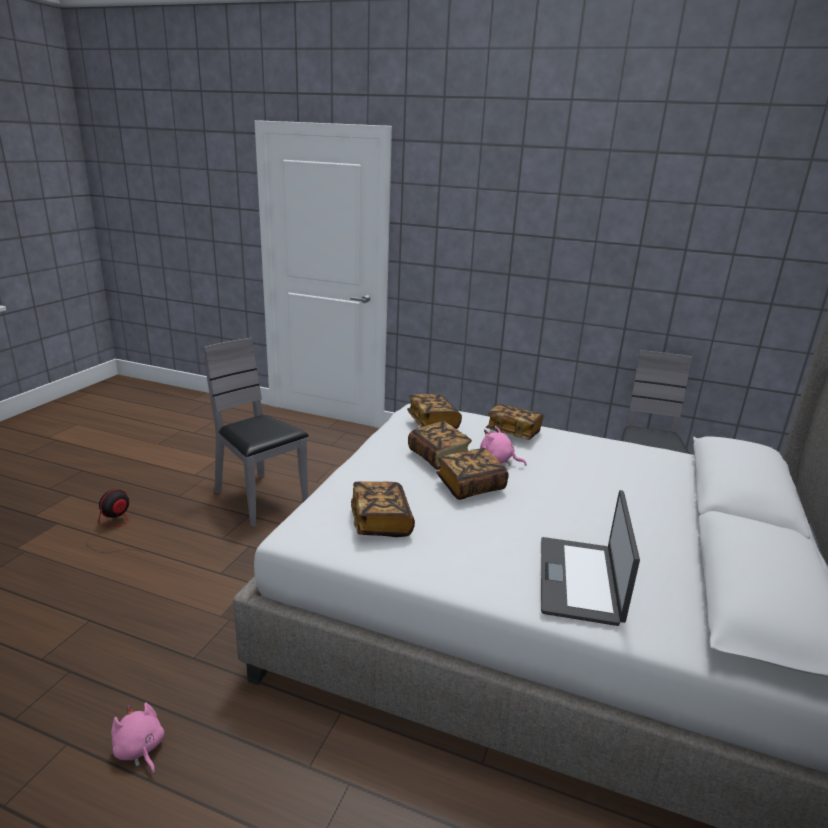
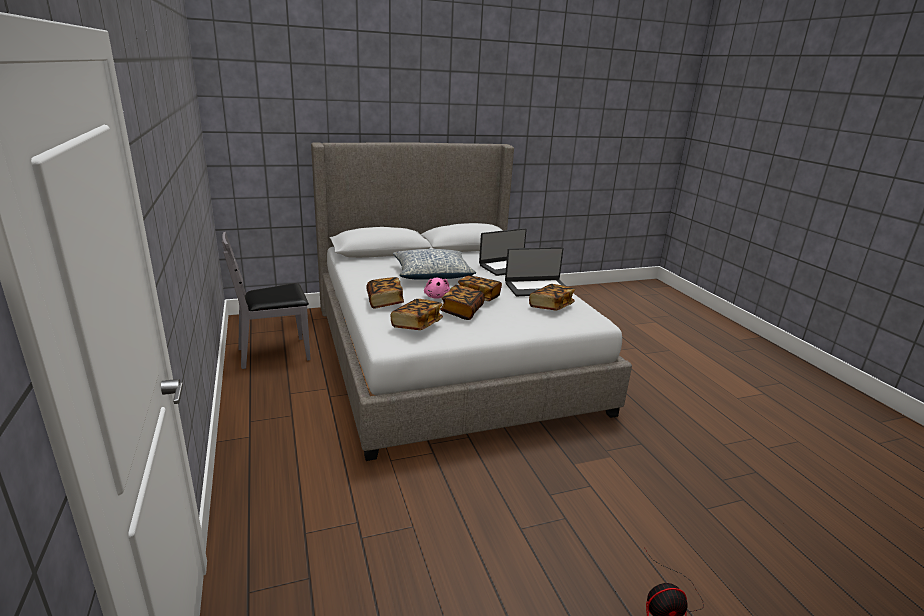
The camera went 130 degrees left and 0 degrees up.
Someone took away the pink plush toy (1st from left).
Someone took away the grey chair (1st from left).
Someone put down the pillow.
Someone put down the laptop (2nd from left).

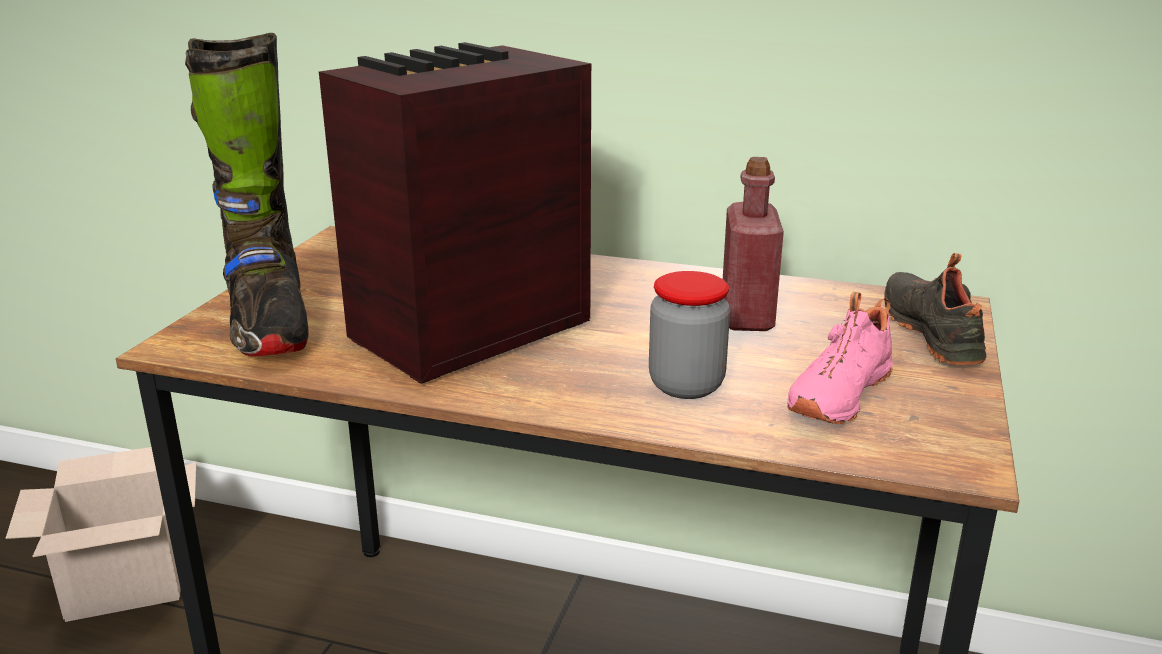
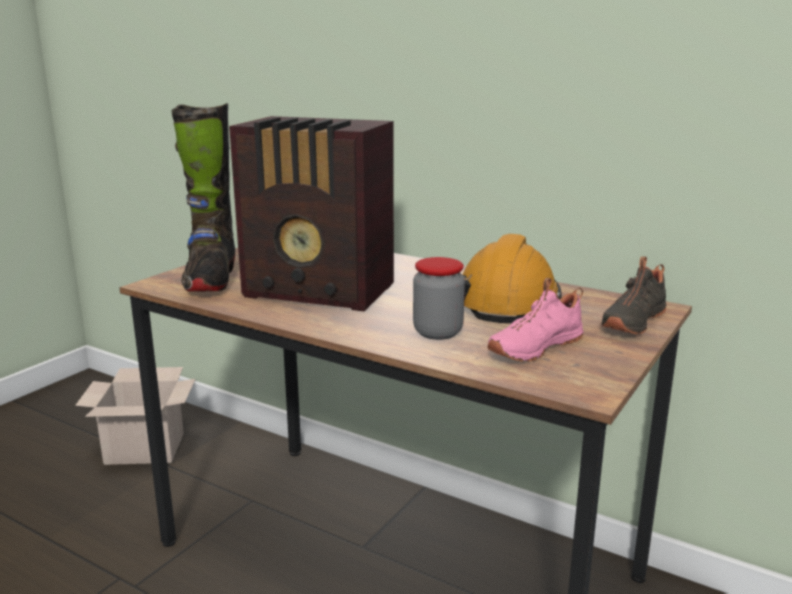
The camera went 15 degrees right and 5 degrees down.
Someone swapped the red bottle for the orange hard hat.
Someone rotated the radio by 135 degrees counterclockwise.
Someone rotated the black shoe by 150 degrees counterclockwise.

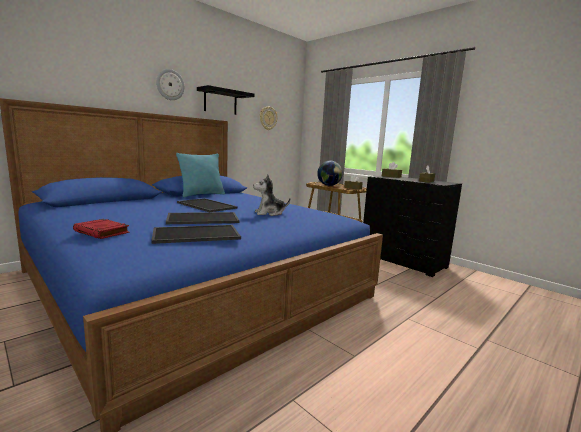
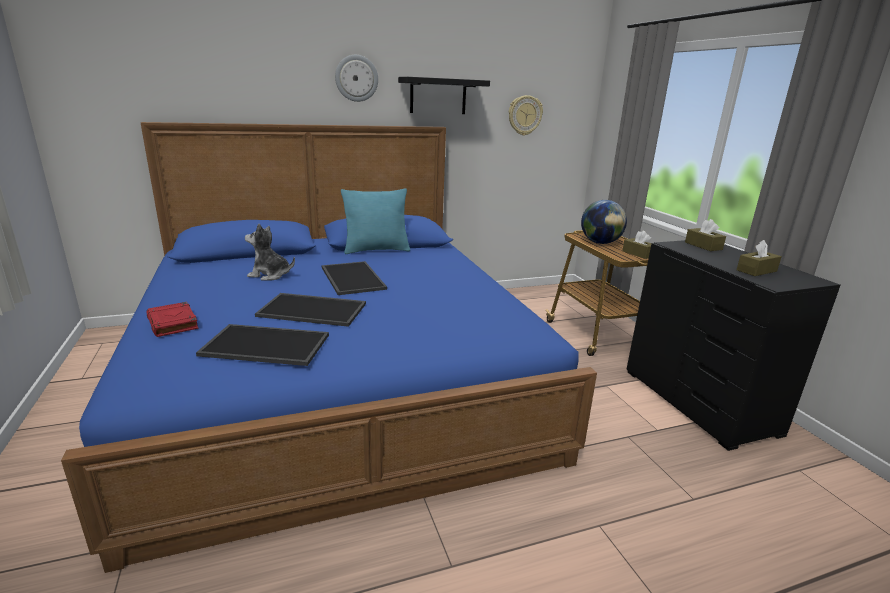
The camera went 25 degrees right and 10 degrees up.
Someone carried the plush toy.

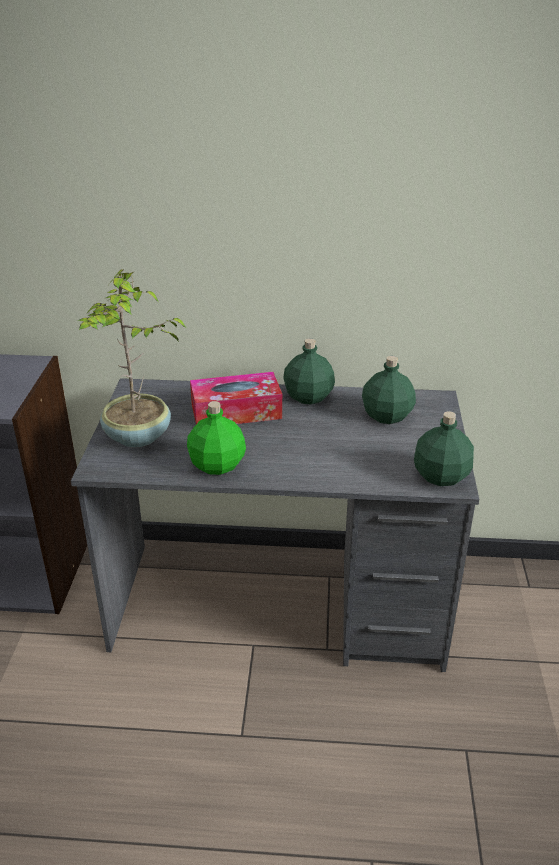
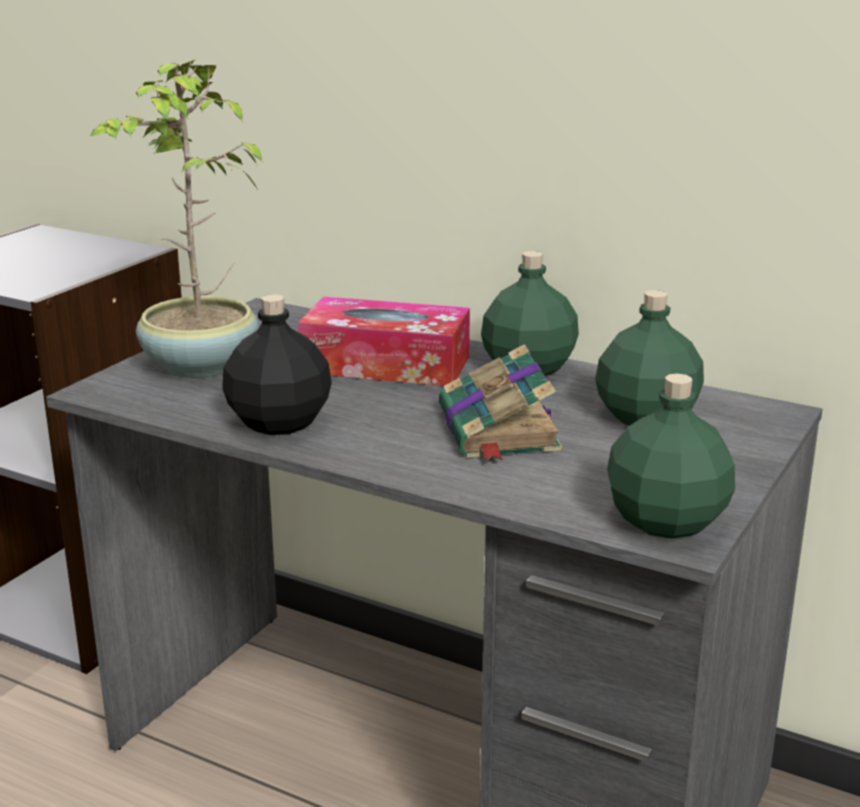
The camera went 25 degrees right and 10 degrees down.
Someone put down the book.
Someone repainted the green bottle (1st from left), which became the black bottle.

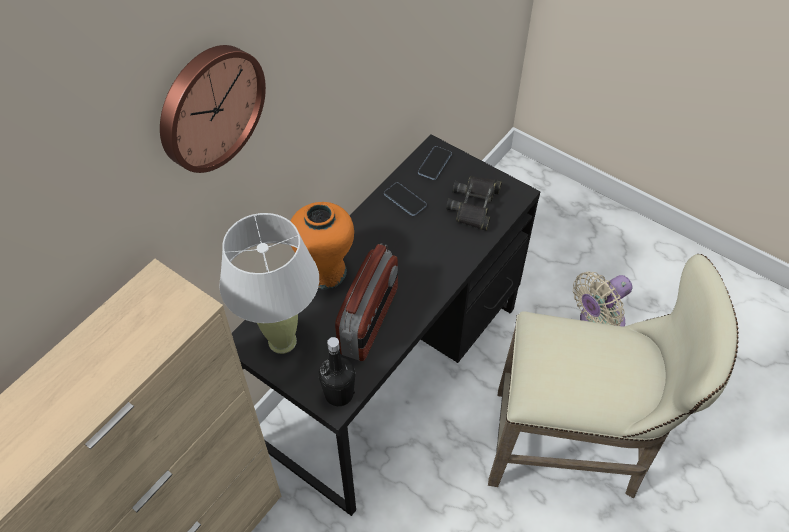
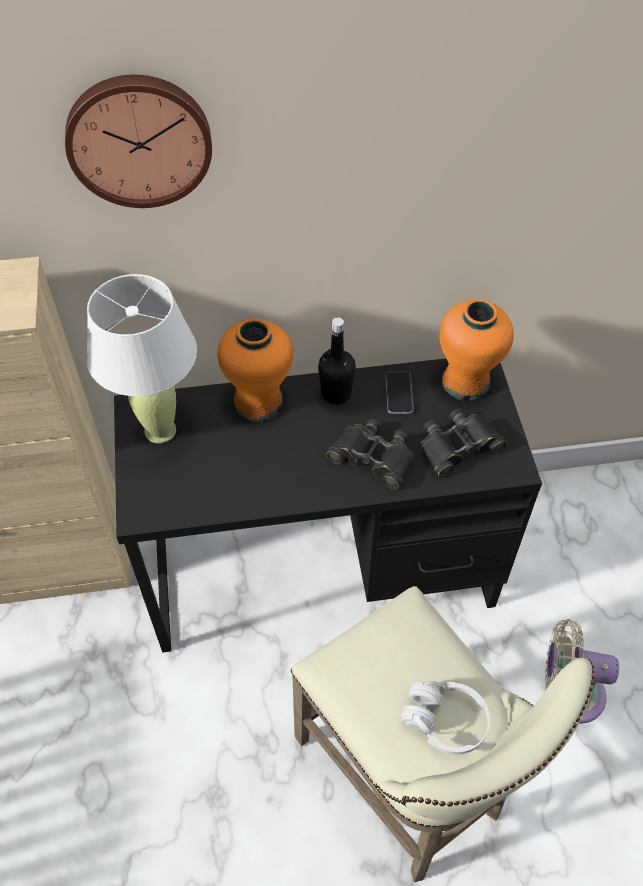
The camera went 45 degrees right and 0 degrees up.
Someone took away the radio.
Someone put down the black binoculars (1st from left).
Someone put down the white headphones.
Someone carried the black bottle.
Someone swapped the phone (2nd from left) for the orange vase (2nd from left).

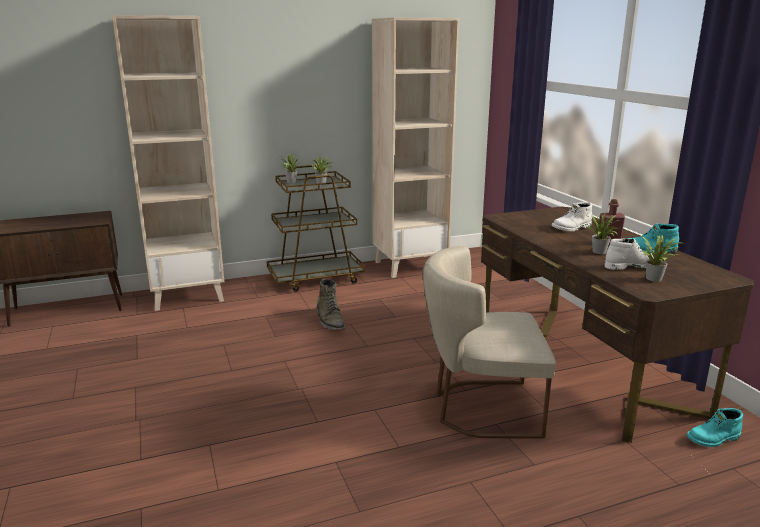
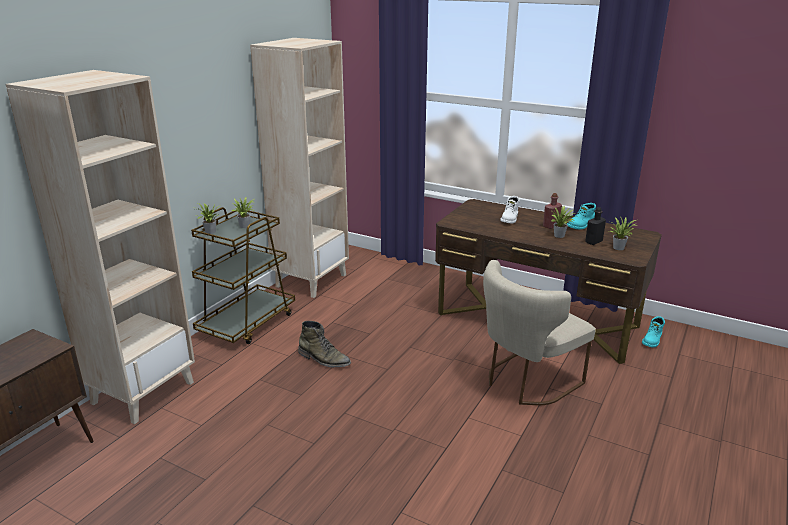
The camera went 40 degrees left and 5 degrees up.
Someone swapped the white boot (2nd from left) for the black bottle.

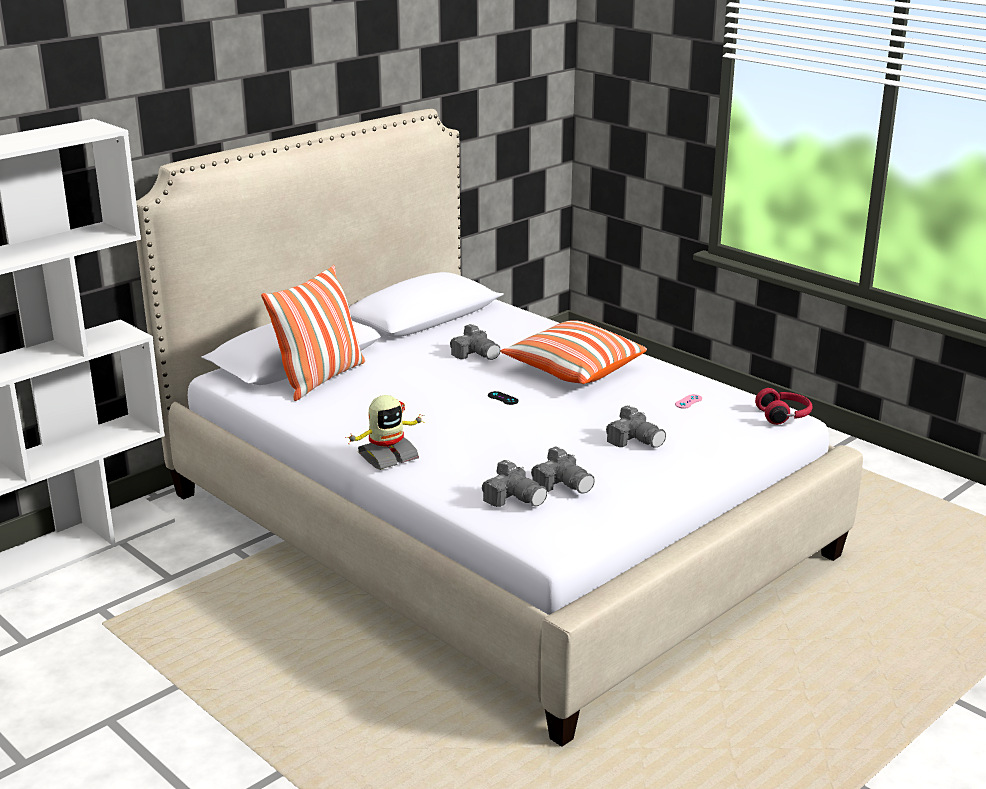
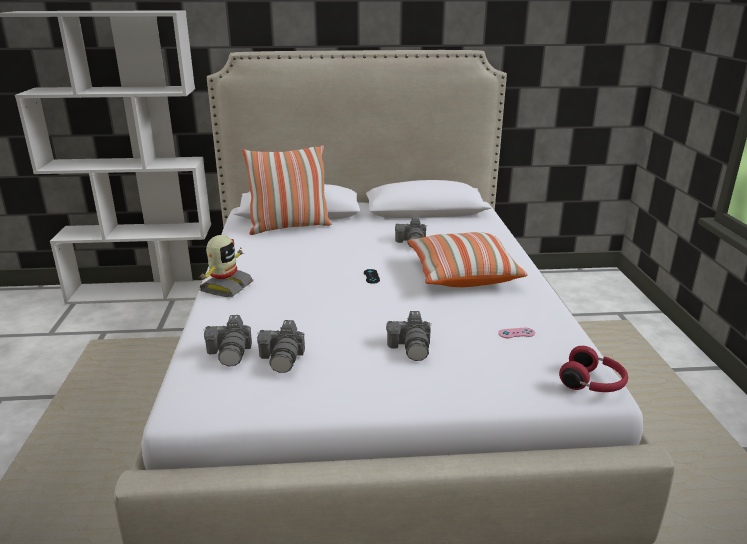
The camera went 40 degrees right and 0 degrees up.
Someone rotated the toy robot by 75 degrees counterclockwise.

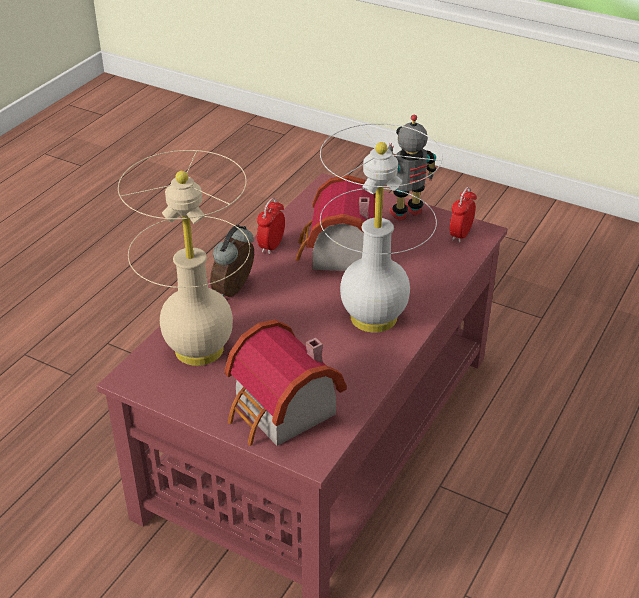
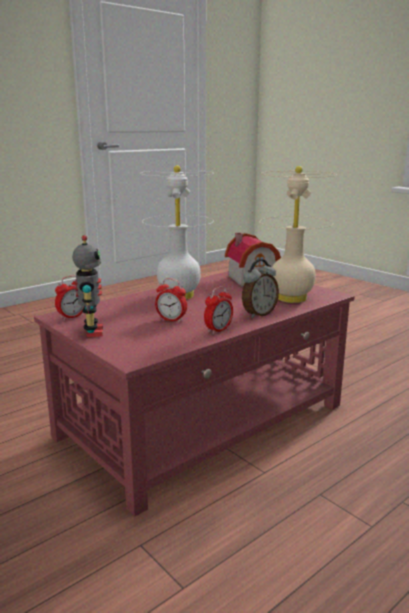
The camera went 160 degrees left and 20 degrees down.
Someone swapped the toy house (2nd from left) for the alarm clock (2nd from left).
Someone rotated the toy robot by 90 degrees counterclockwise.

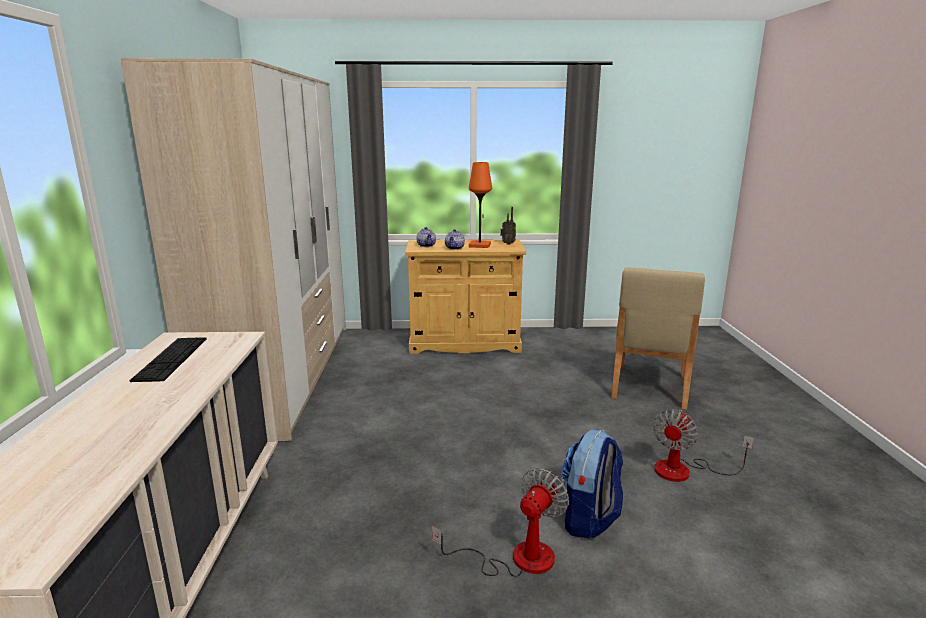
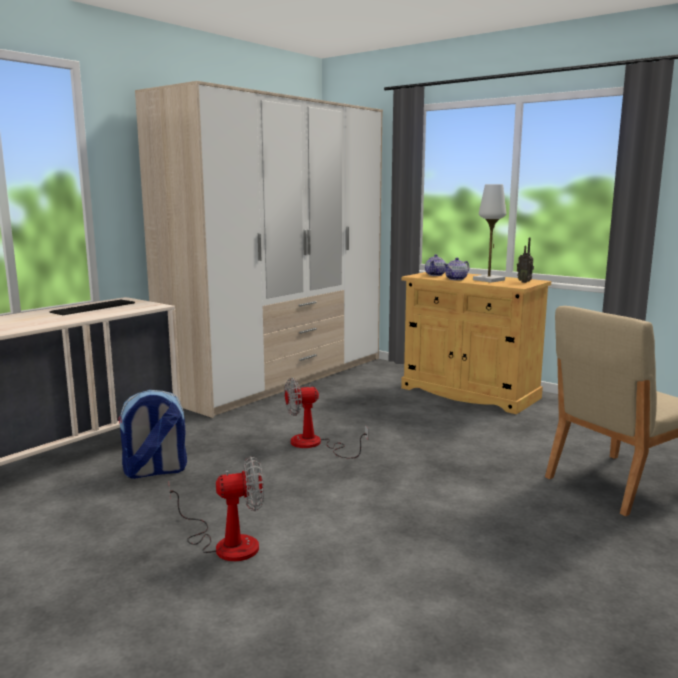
The camera went 40 degrees right and 5 degrees down.
Someone carried the backpack.
Someone carried the fan (2nd from left).
Someone repainted the orange table lamp, which became the white table lamp.

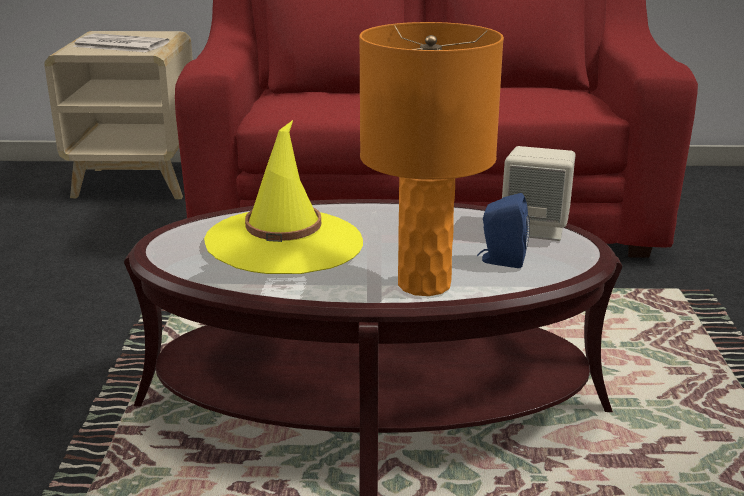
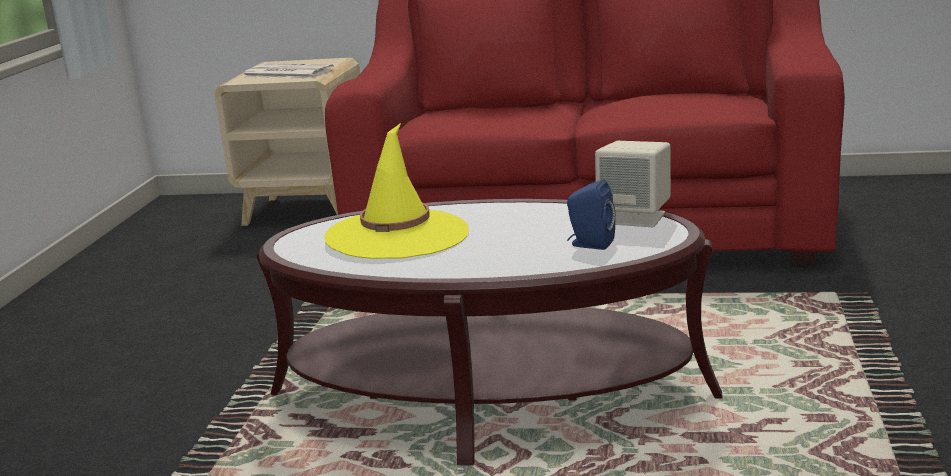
The camera went 10 degrees right and 5 degrees down.
Someone took away the orange table lamp.

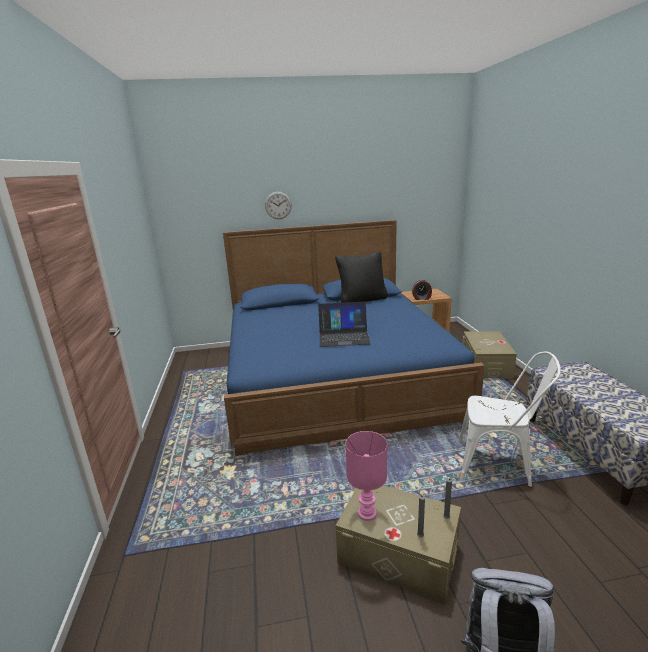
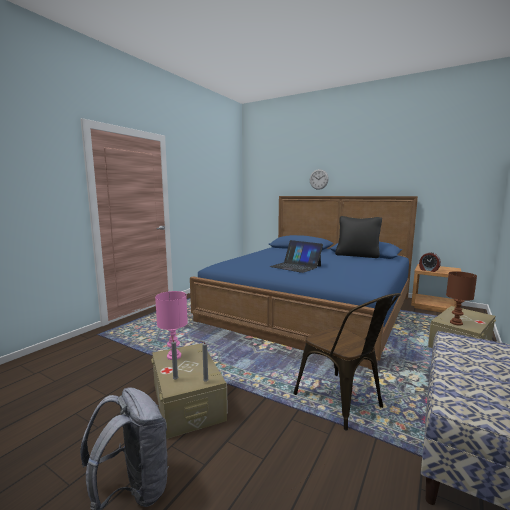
The camera went 40 degrees right and 10 degrees down.
Someone put down the brown table lamp.
Someone repainted the white chair, which became the brown chair.

